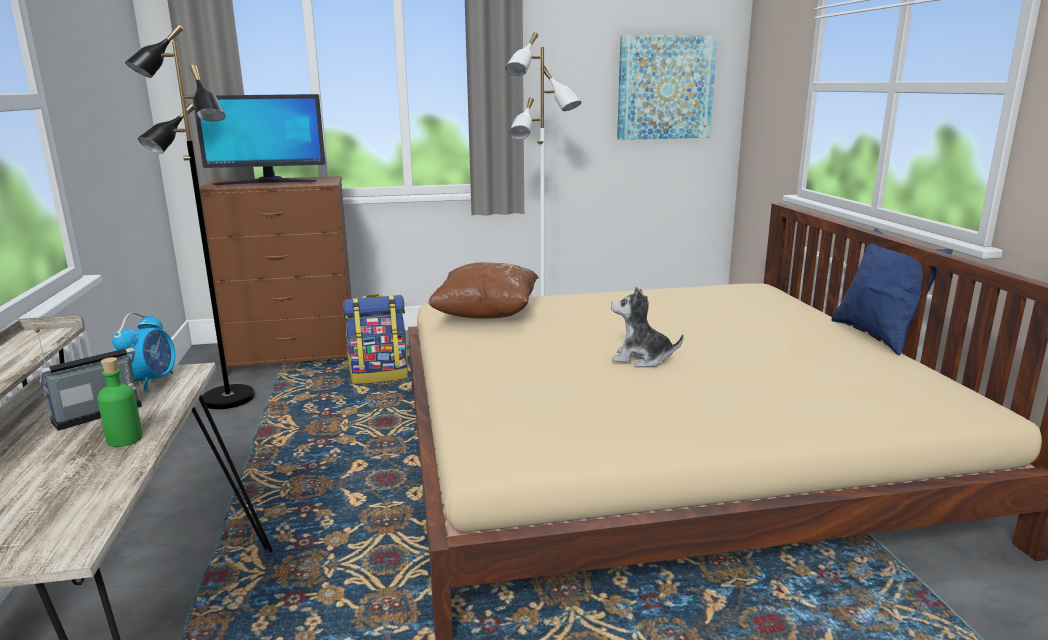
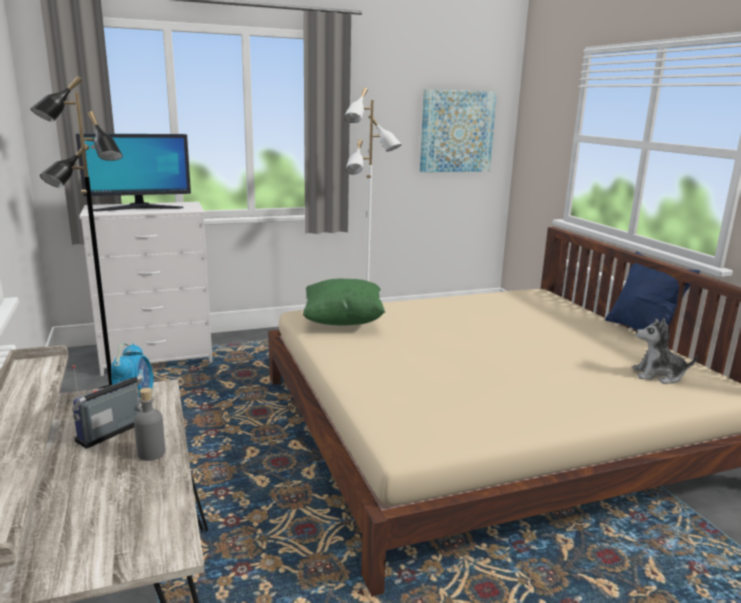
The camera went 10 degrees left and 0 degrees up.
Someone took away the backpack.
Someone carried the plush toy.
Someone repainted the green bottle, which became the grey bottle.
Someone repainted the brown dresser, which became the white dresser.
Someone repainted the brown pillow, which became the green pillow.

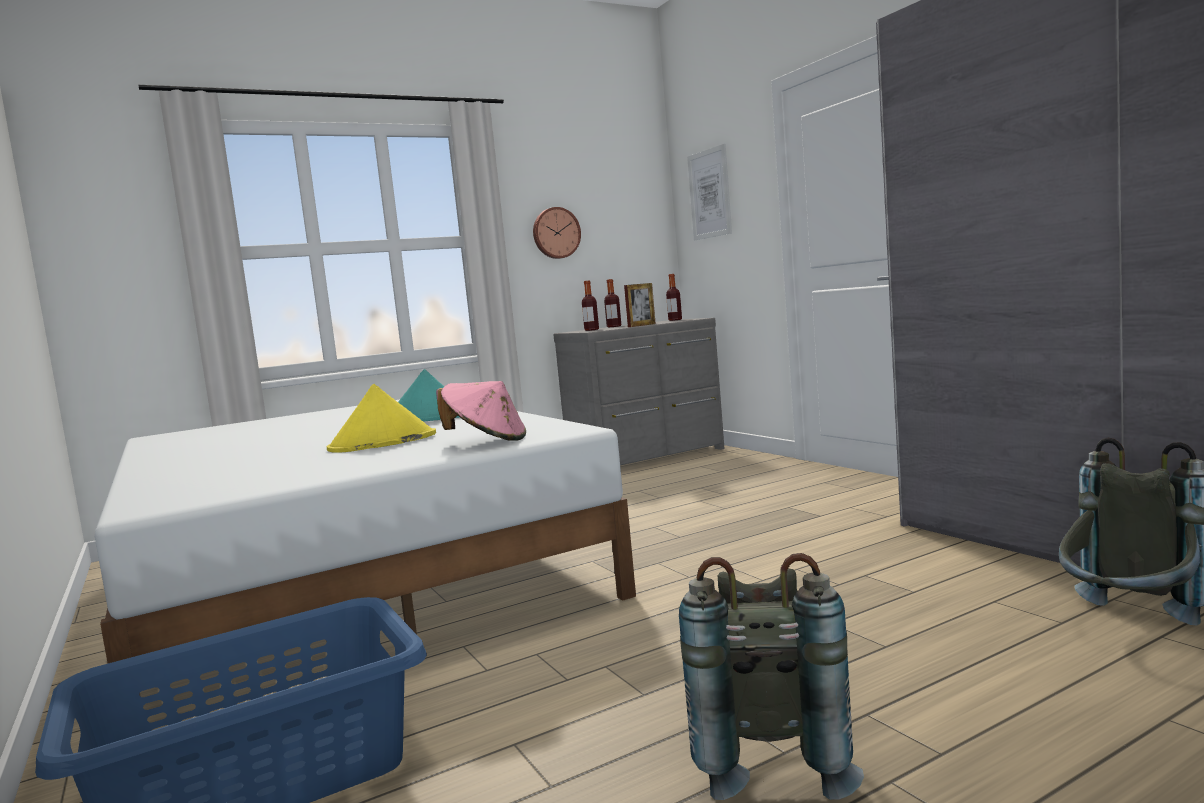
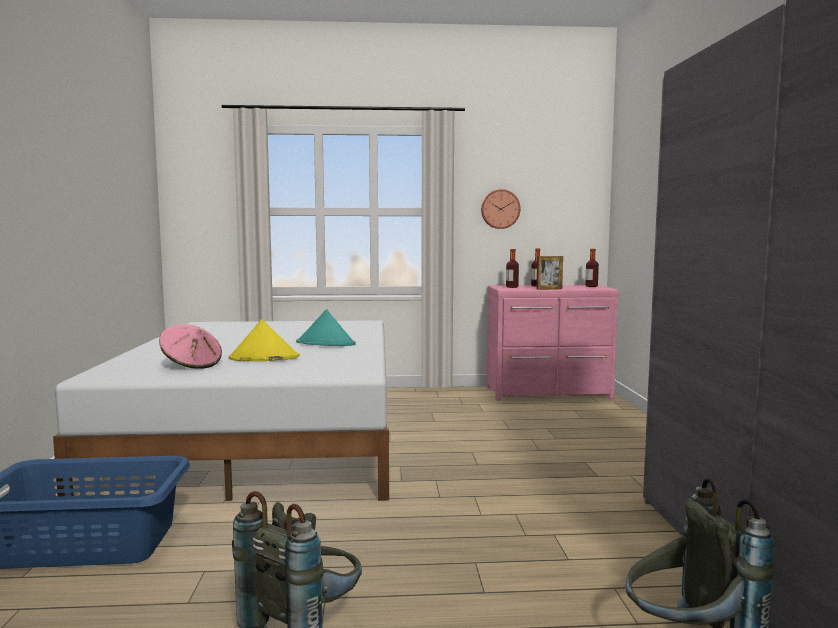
The camera went 25 degrees right and 0 degrees up.
Someone took away the picture.
Someone carried the pink hat.
Someone repainted the grey dresser, which became the pink dresser.

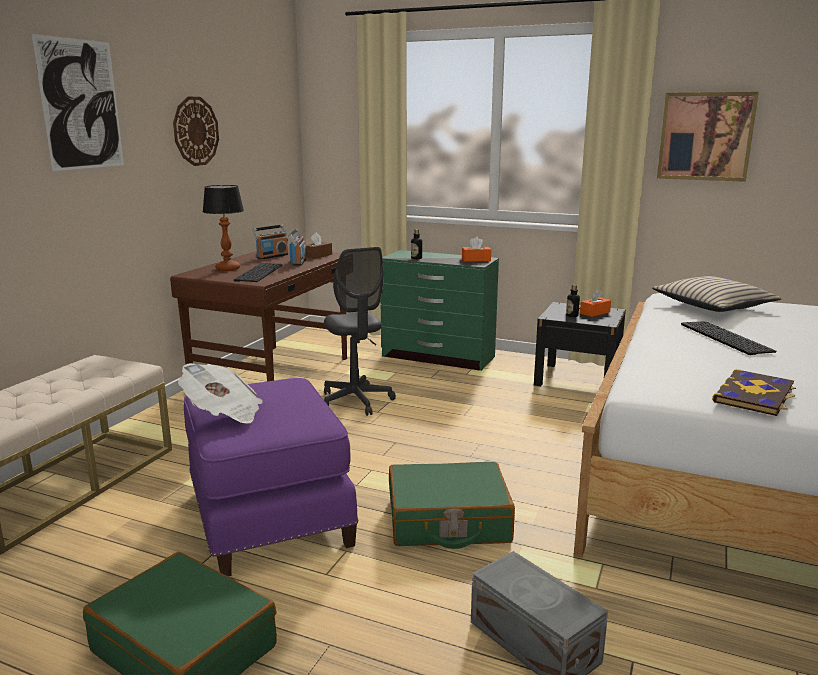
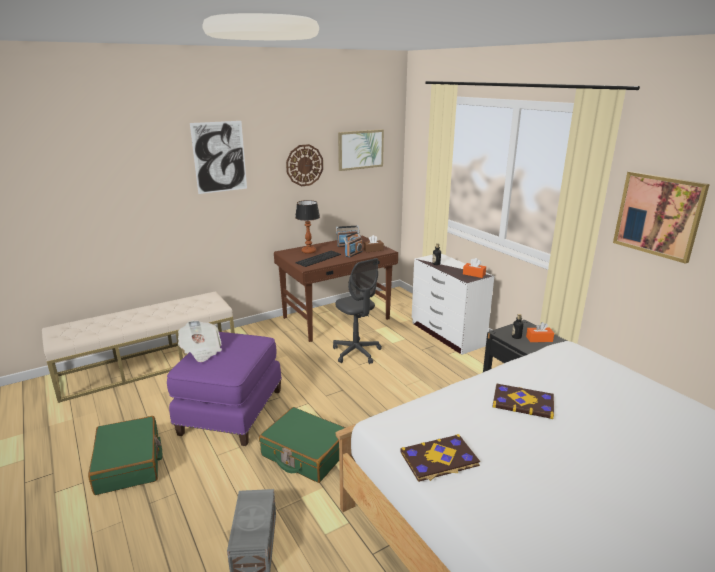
The camera went 35 degrees right and 5 degrees up.
Someone took away the beige pillow.
Someone put up the picture (2nd from left).
Someone swapped the keyboard (2nd from left) for the book (2nd from left).
Someone repainted the green dresser, which became the white dresser.
Someone rotated the grey office chair by 45 degrees counterclockwise.

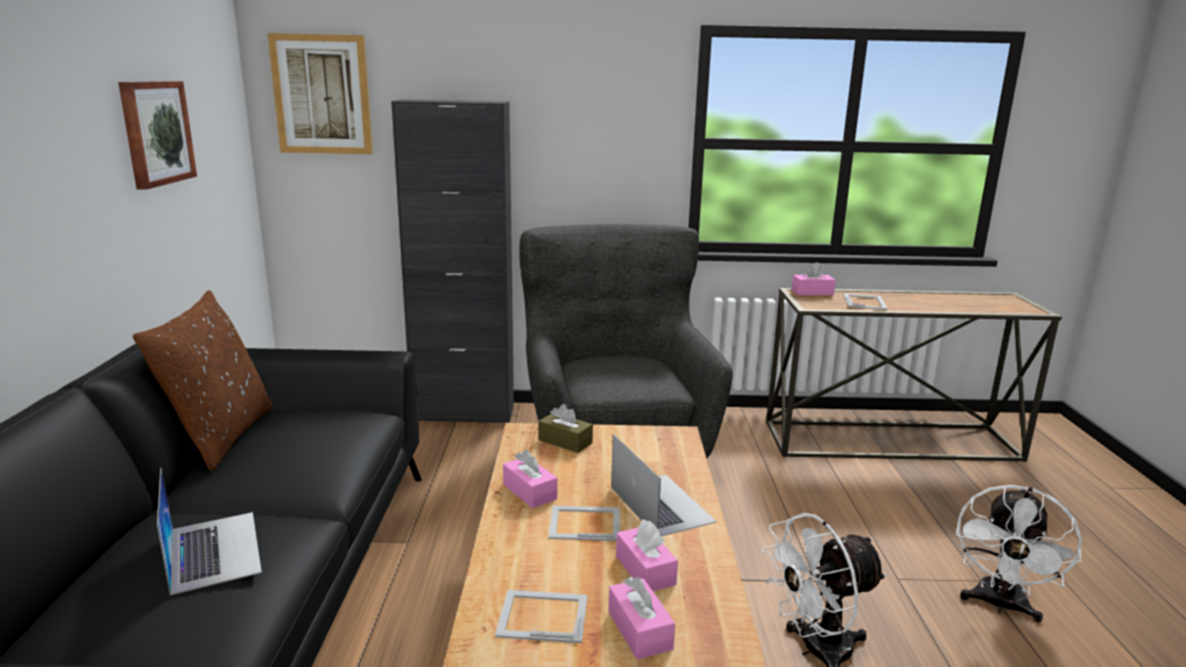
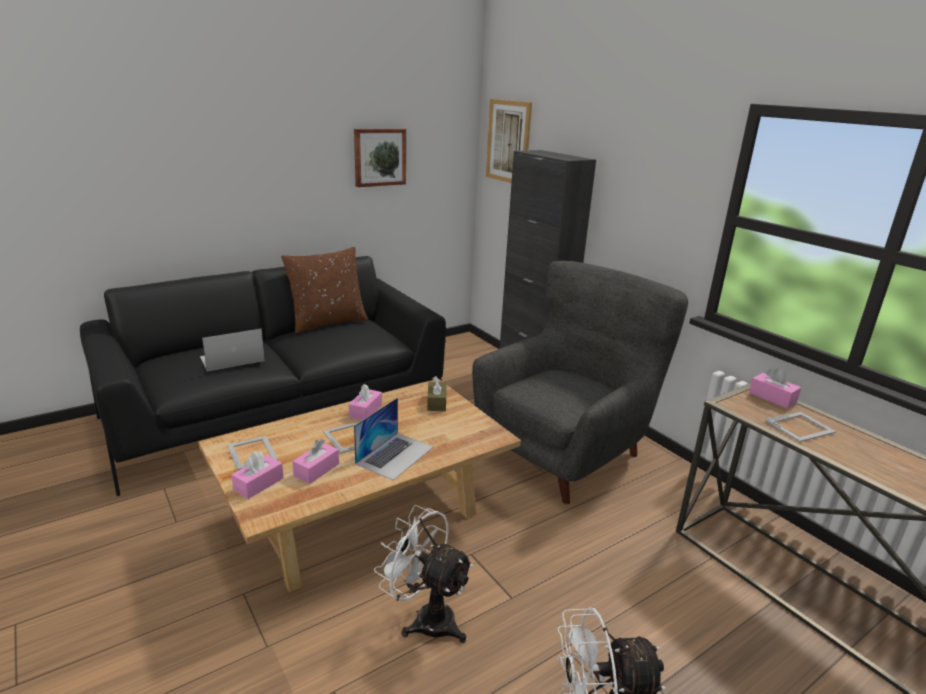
The camera went 55 degrees right and 5 degrees up.
Someone rotated the laptop (1st from left) by 150 degrees counterclockwise.

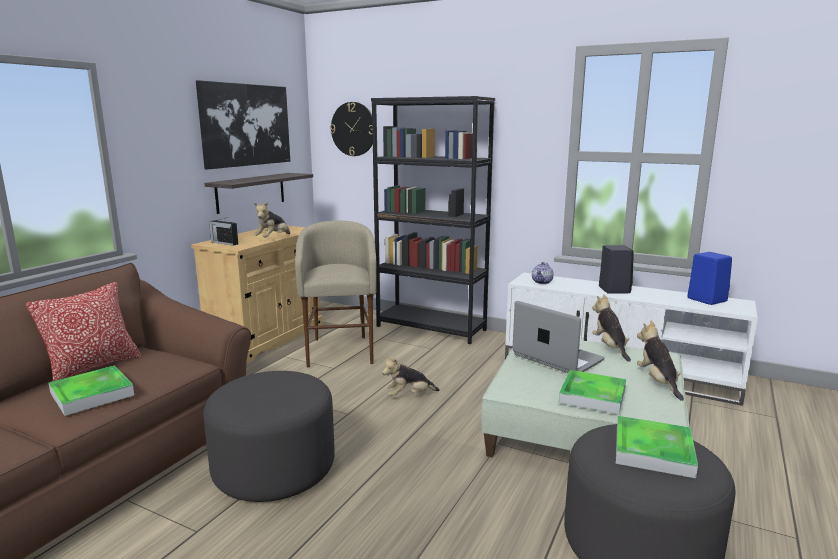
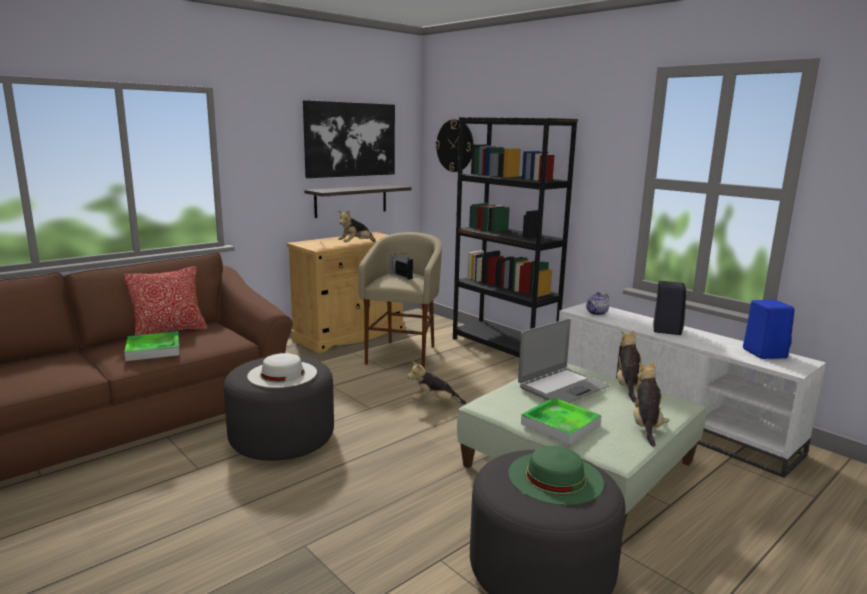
The camera went 20 degrees right and 0 degrees up.
Someone put down the white hat.
Someone carried the radio.
Someone swapped the tray (3rd from left) for the green hat.
Someone rotated the laptop by 75 degrees clockwise.

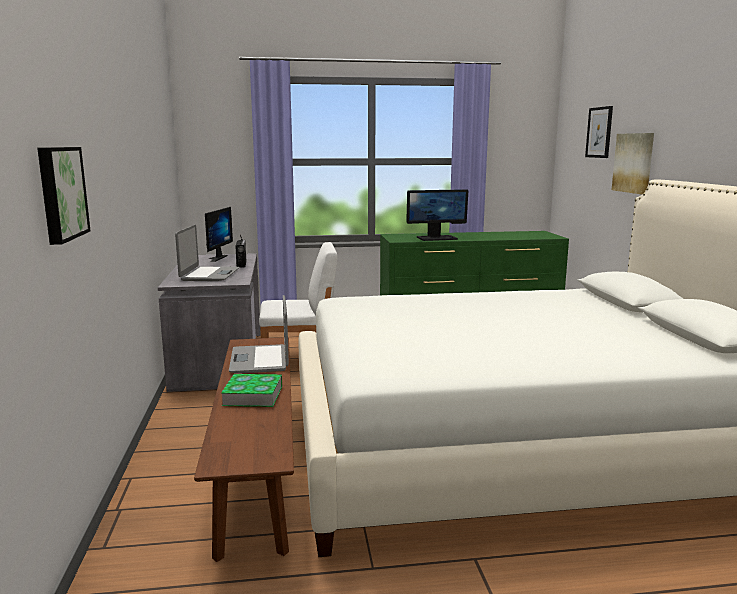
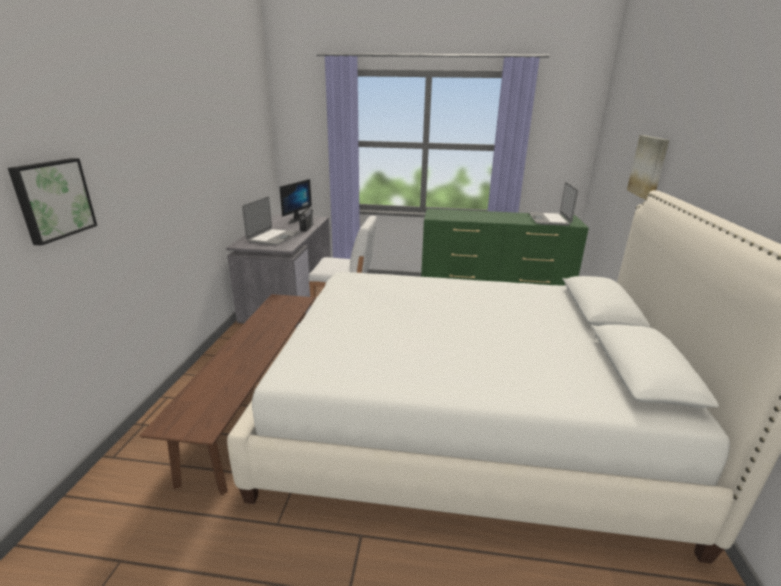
The camera went 15 degrees right and 10 degrees up.
Someone took away the book.
Someone took away the monitor (2nd from left).
Someone took away the picture (2nd from left).
Someone carried the laptop (2nd from left).

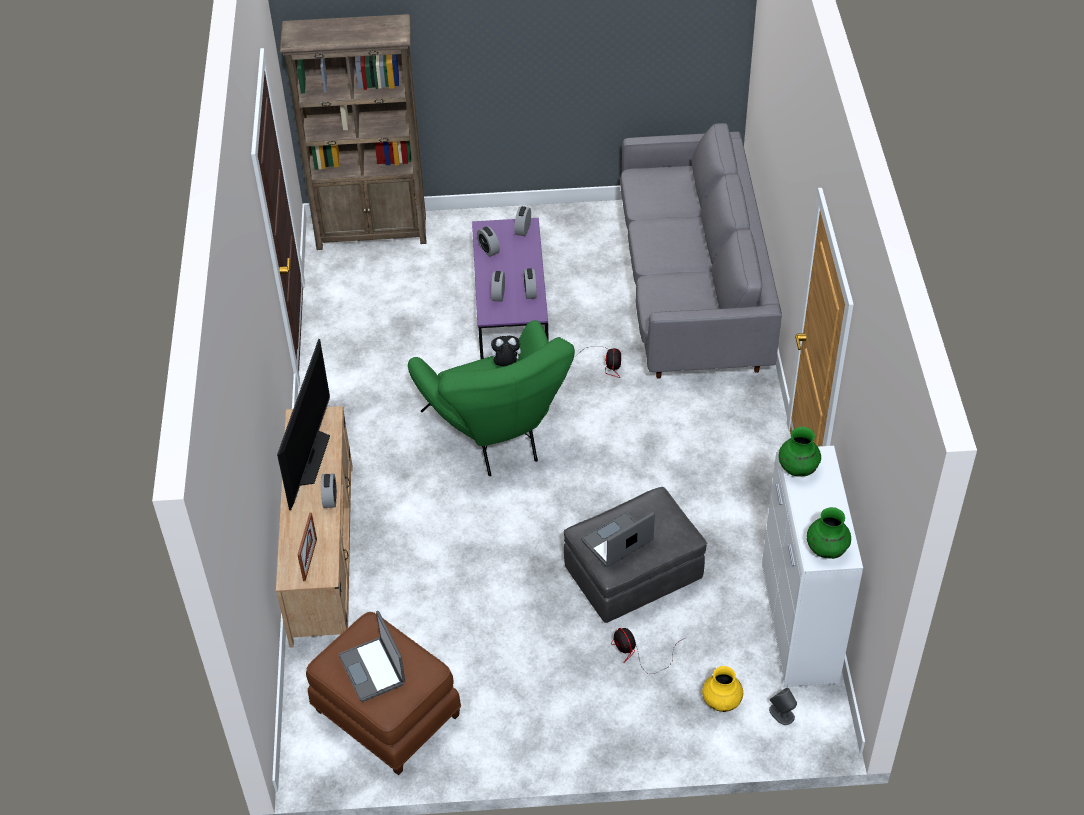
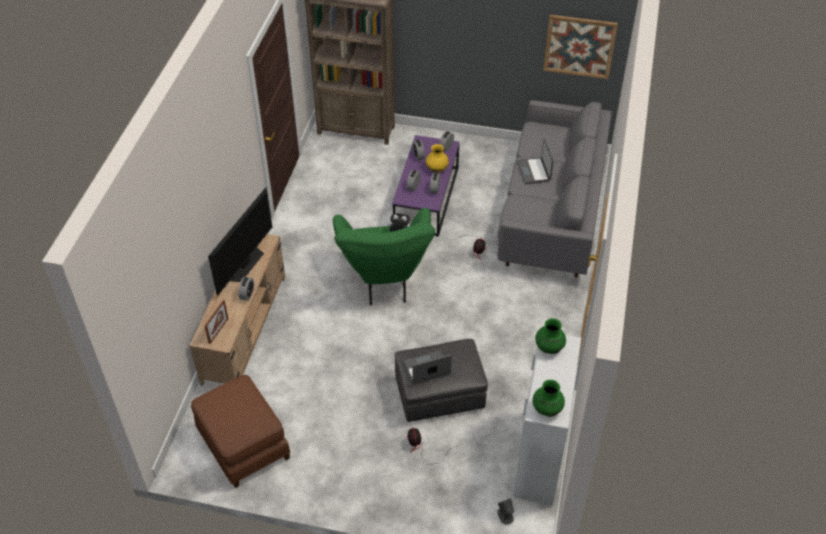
The camera went 15 degrees right and 0 degrees up.
Someone put up the picture.
Someone carried the laptop (1st from left in the first image).
Someone carried the yellow vase.

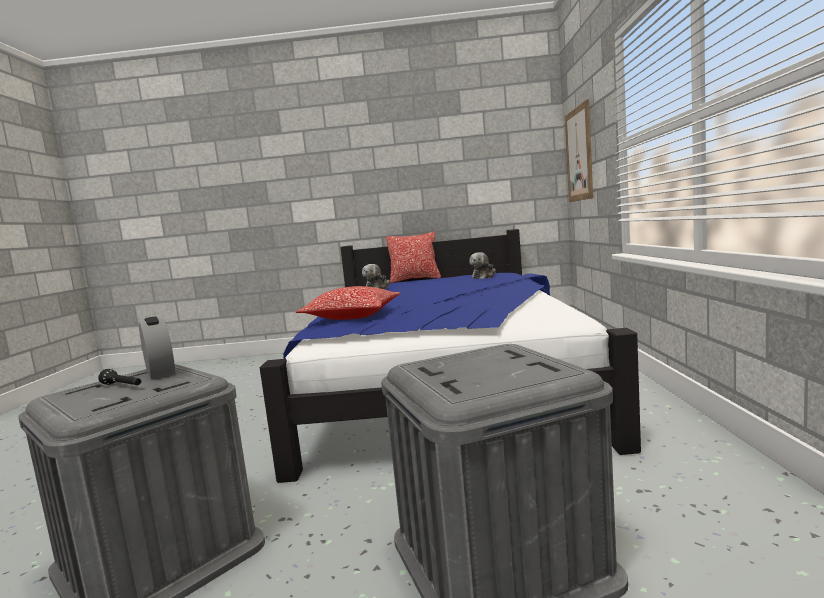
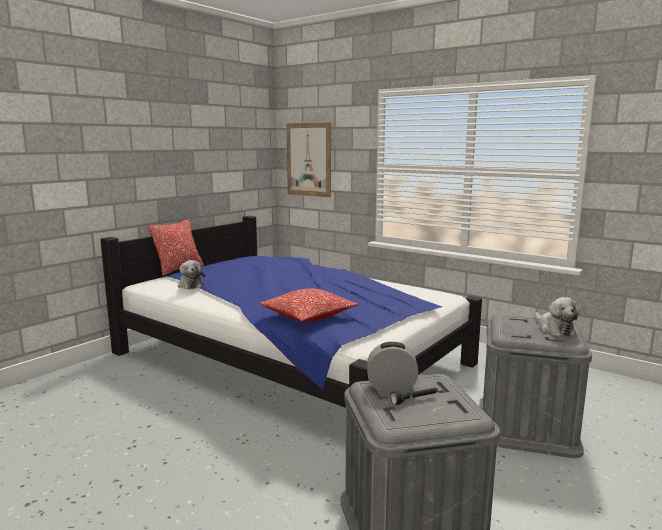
The camera went 55 degrees left and 5 degrees up.
Someone carried the plush toy (2nd from left).

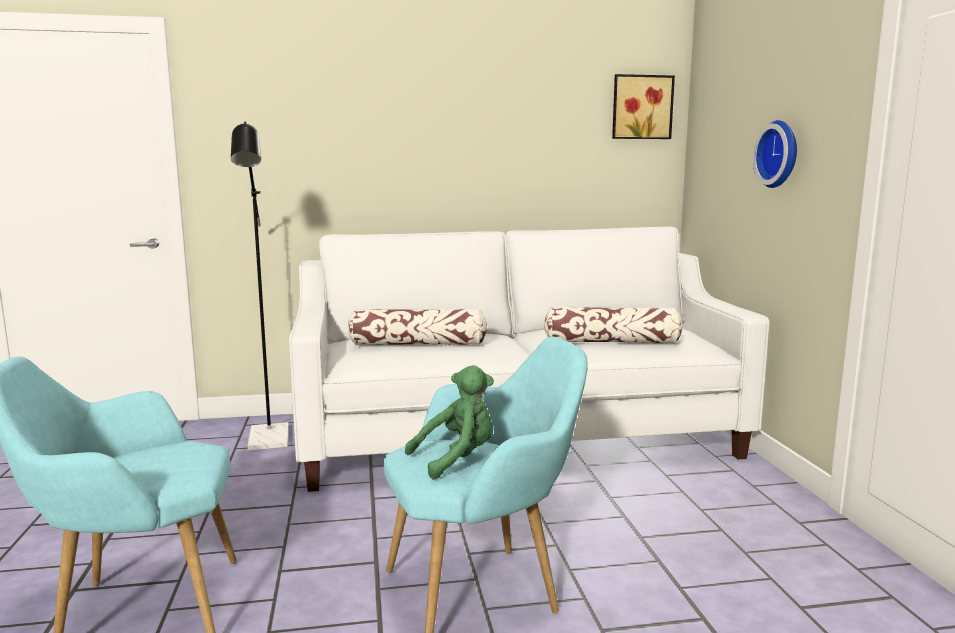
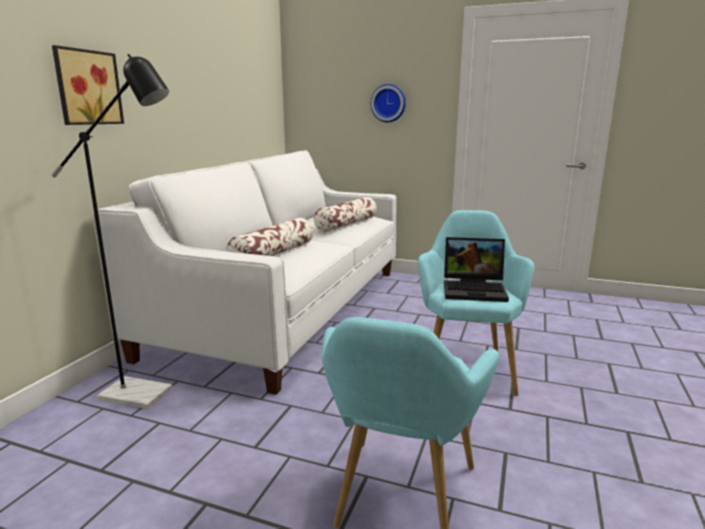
The camera went 60 degrees left and 5 degrees up.
Someone carried the picture.
Someone swapped the green plush toy for the laptop.

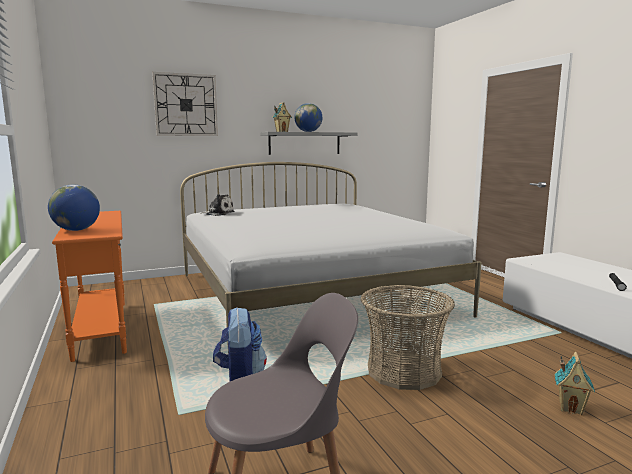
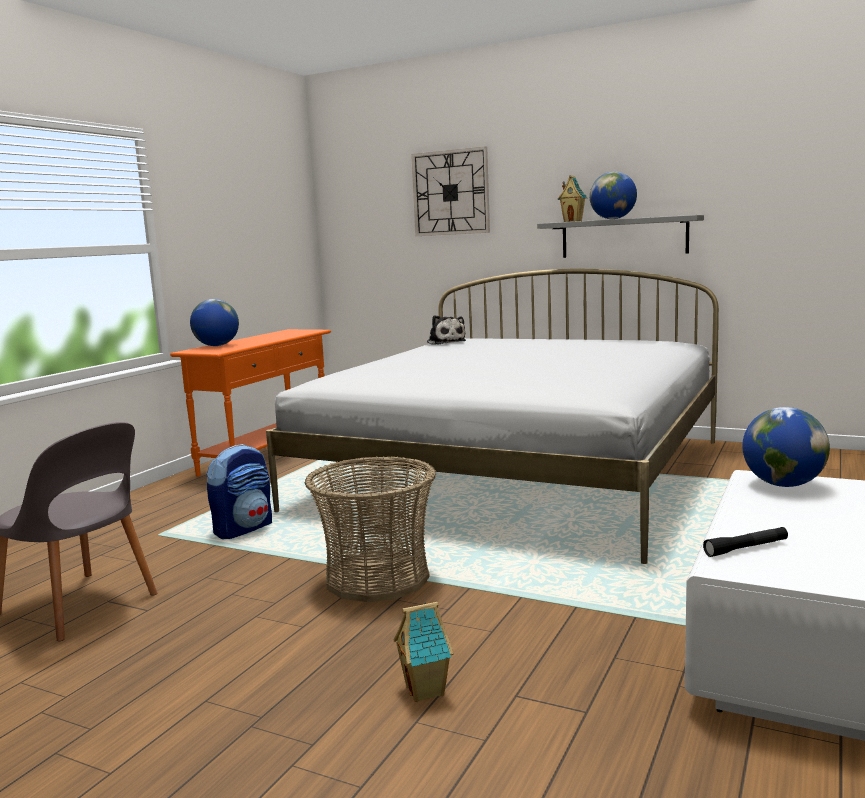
The camera went 50 degrees right and 0 degrees up.
Someone put down the globe (3rd from left).

